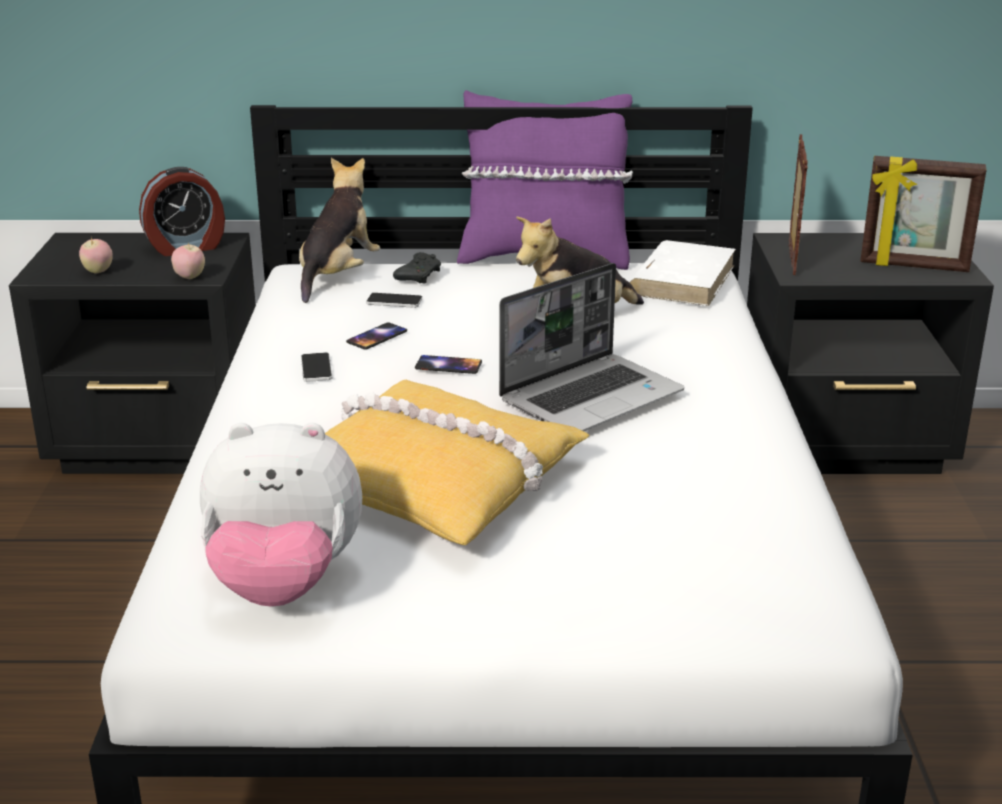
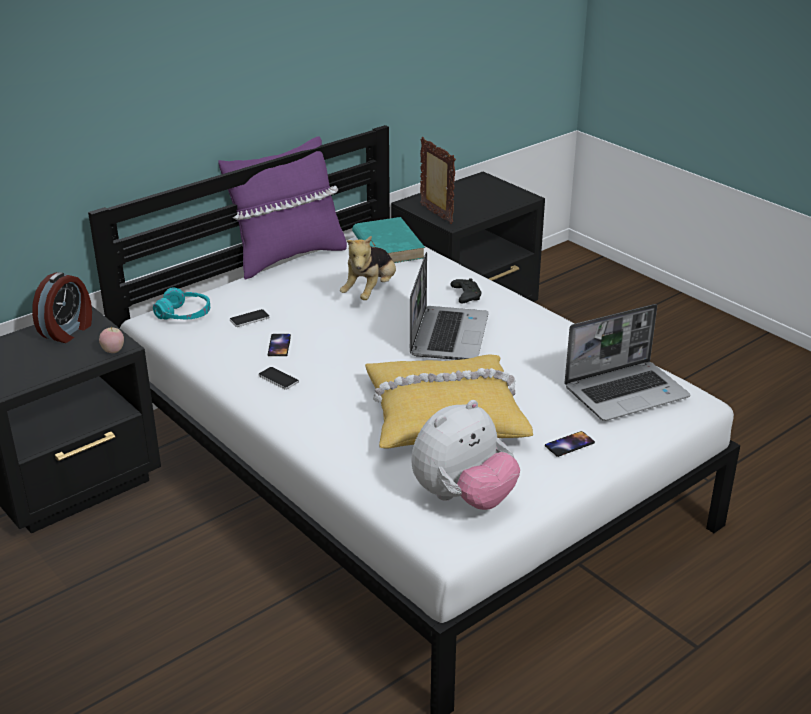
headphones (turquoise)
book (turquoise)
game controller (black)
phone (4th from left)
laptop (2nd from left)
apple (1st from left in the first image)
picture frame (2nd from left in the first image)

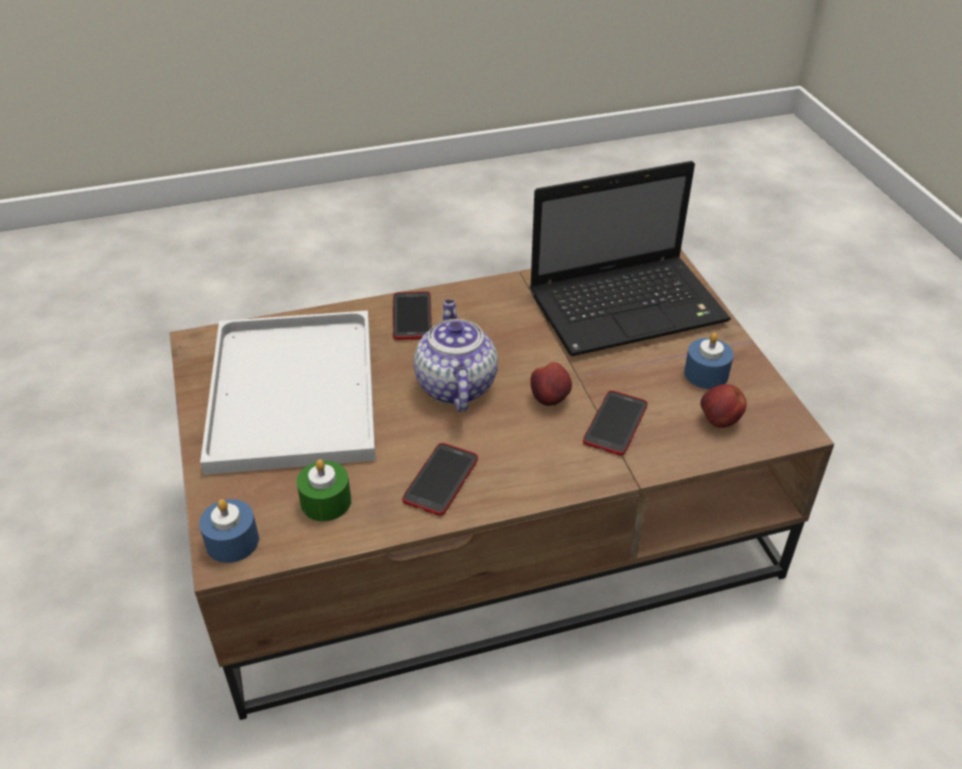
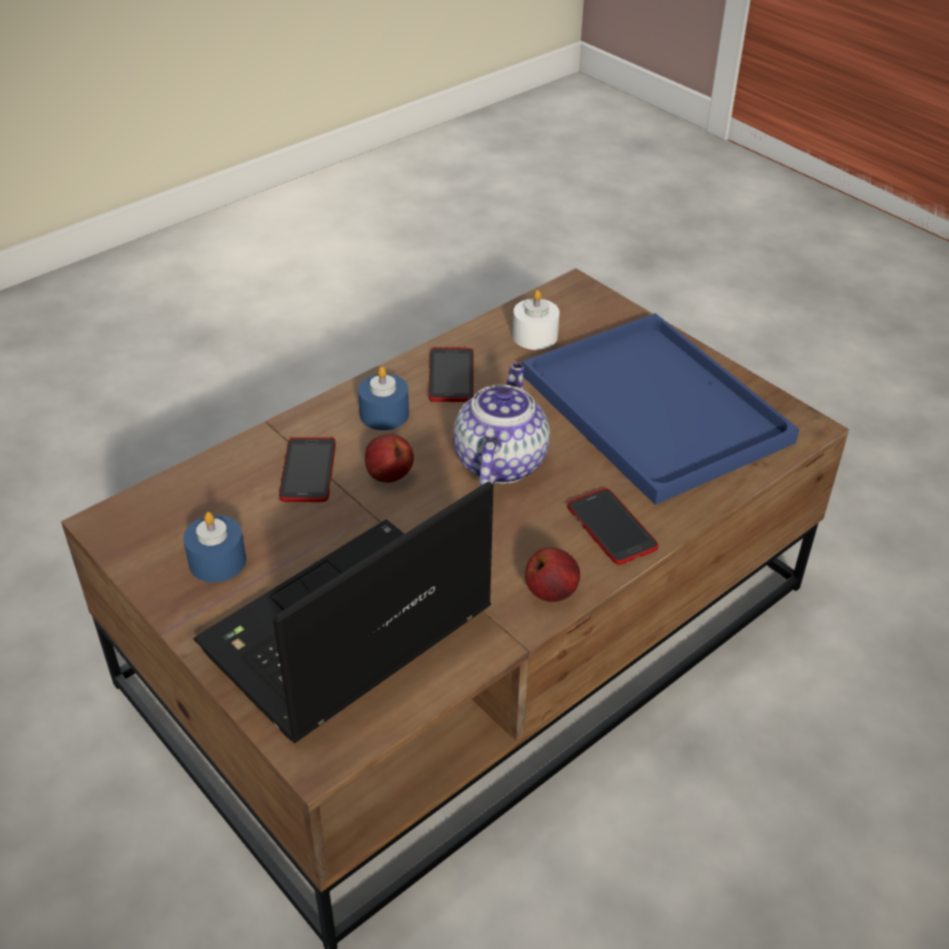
candle (blue) (2nd from left)
teapot
candle (white)
tray (blue)
apple (2nd from left)

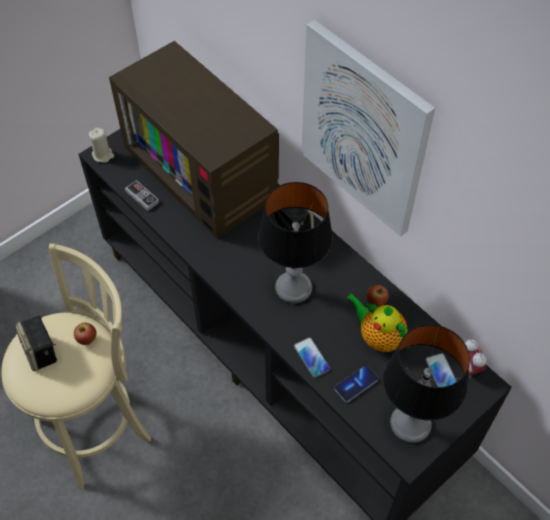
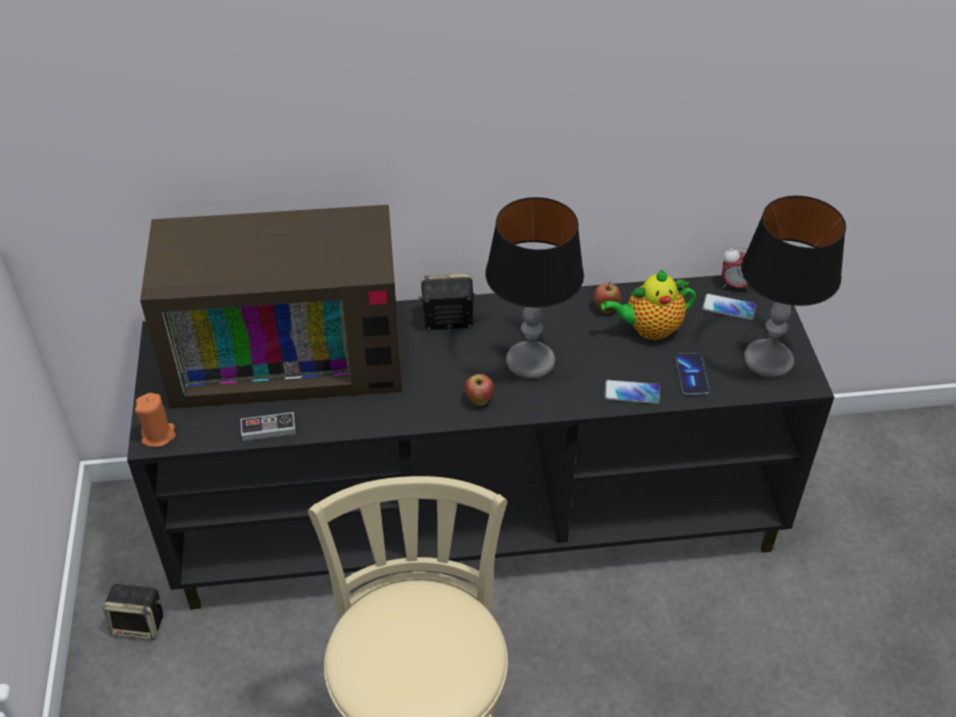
speaker (1st from left)
candle (orange)
apple (1st from left)
picture

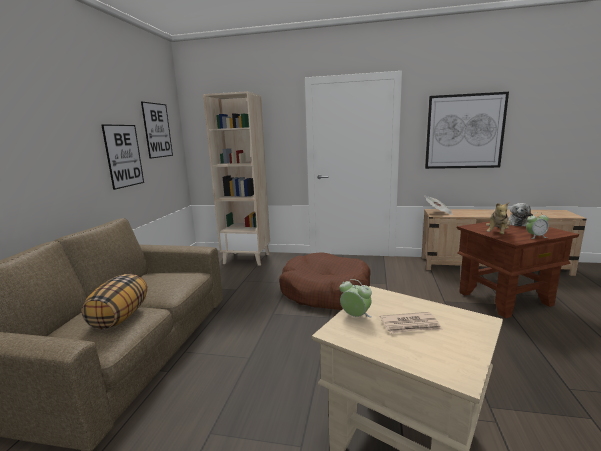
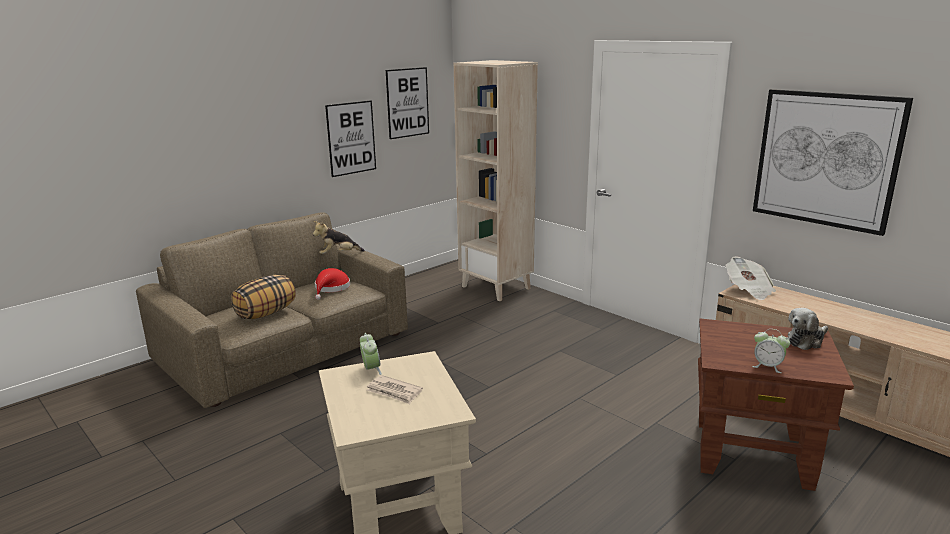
plush toy (1st from left)
hat (red)
dog bed (brown)

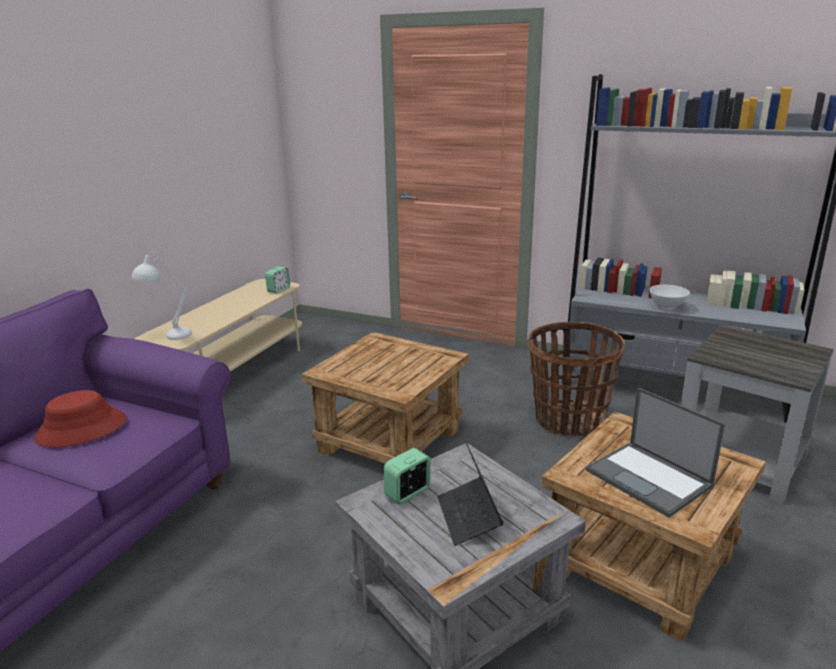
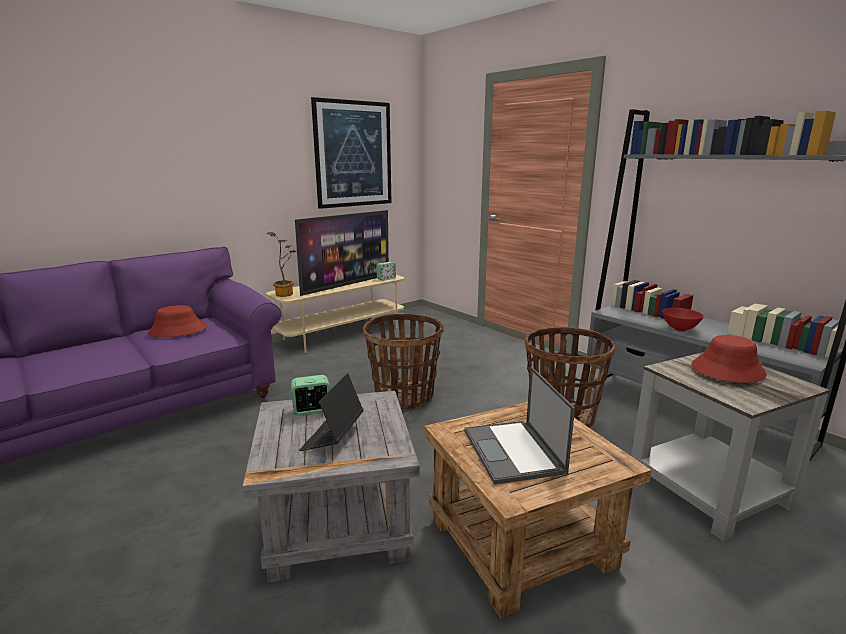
potted plant
television
picture
basket (1st from left)
bowl (red)
hat (red) (2nd from left)

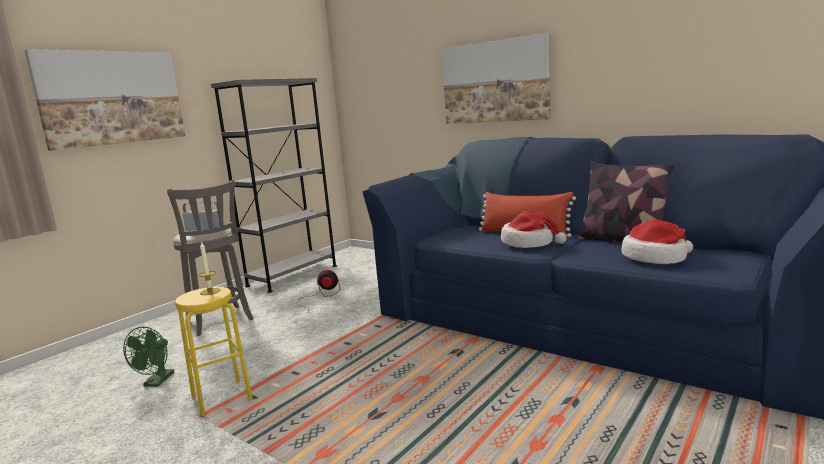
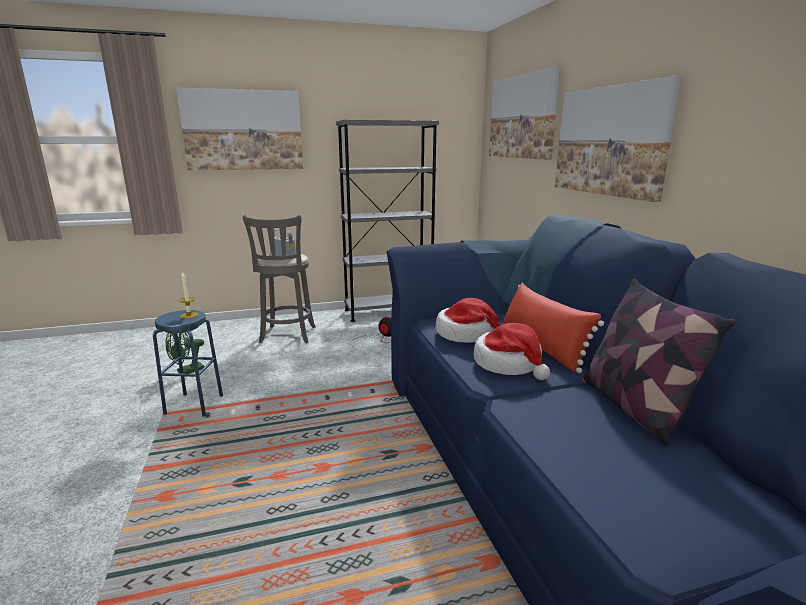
stool (blue)
hat (1st from left)
picture (2nd from left)

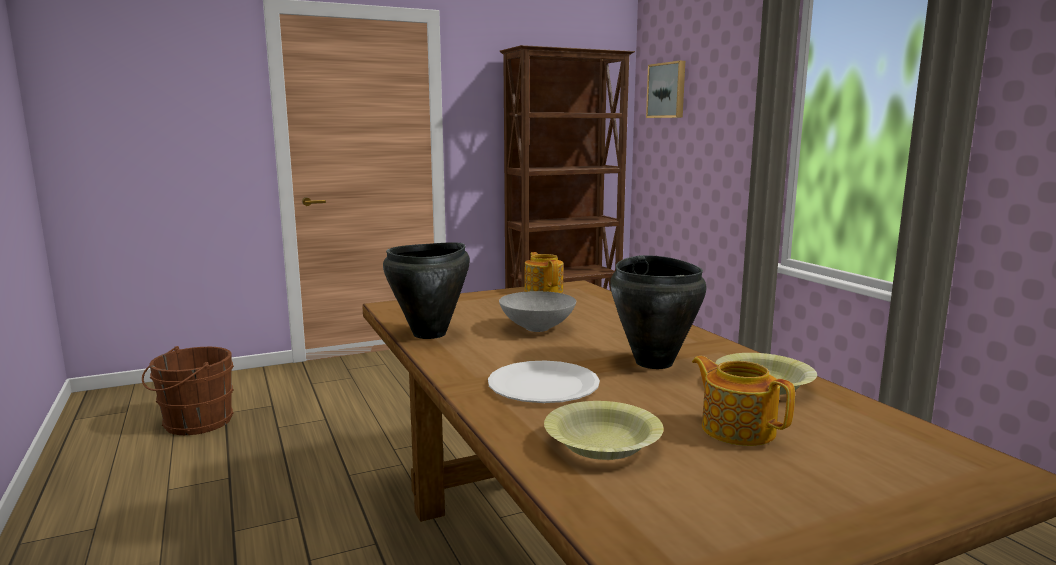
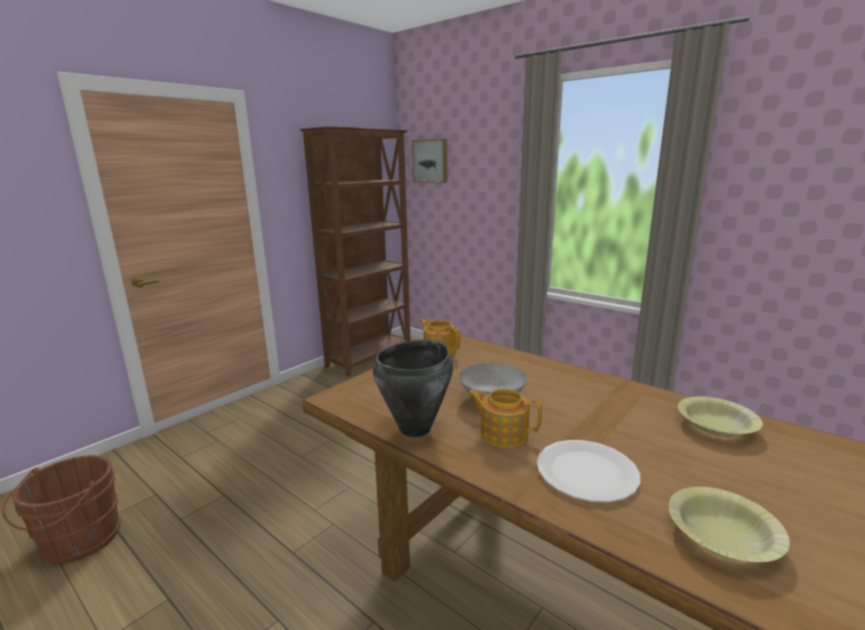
teapot (2nd from left)
cooking pot (black) (2nd from left in the first image)

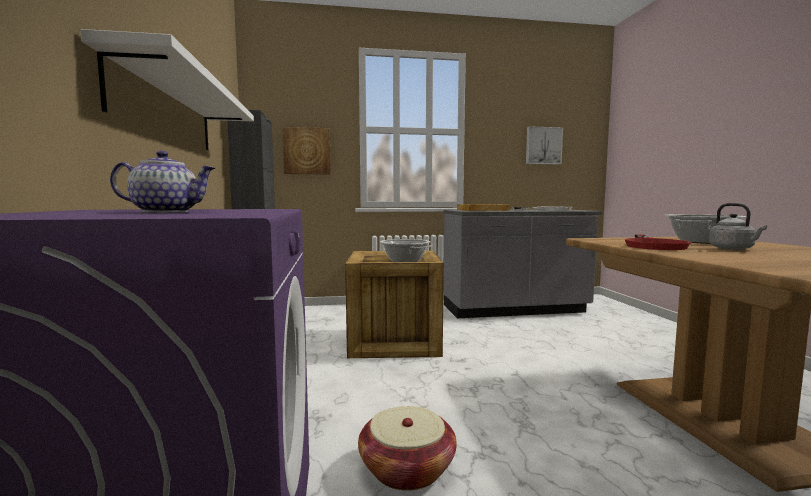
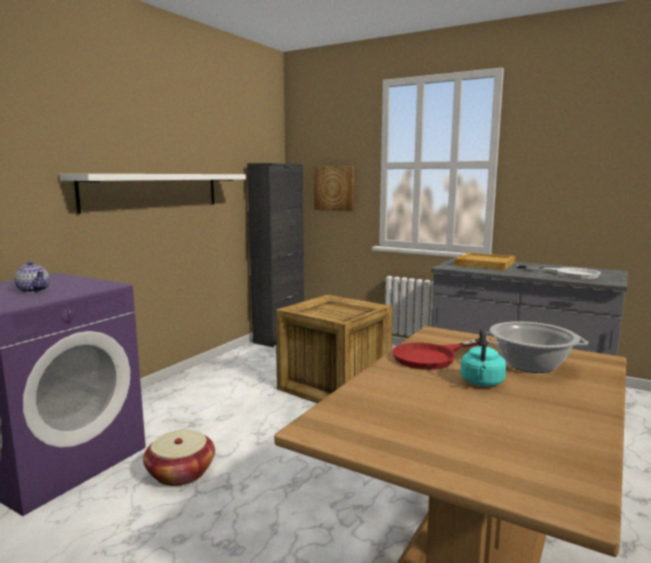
kettle (turquoise)
cooking pot (1st from left in the first image)
picture (2nd from left in the first image)

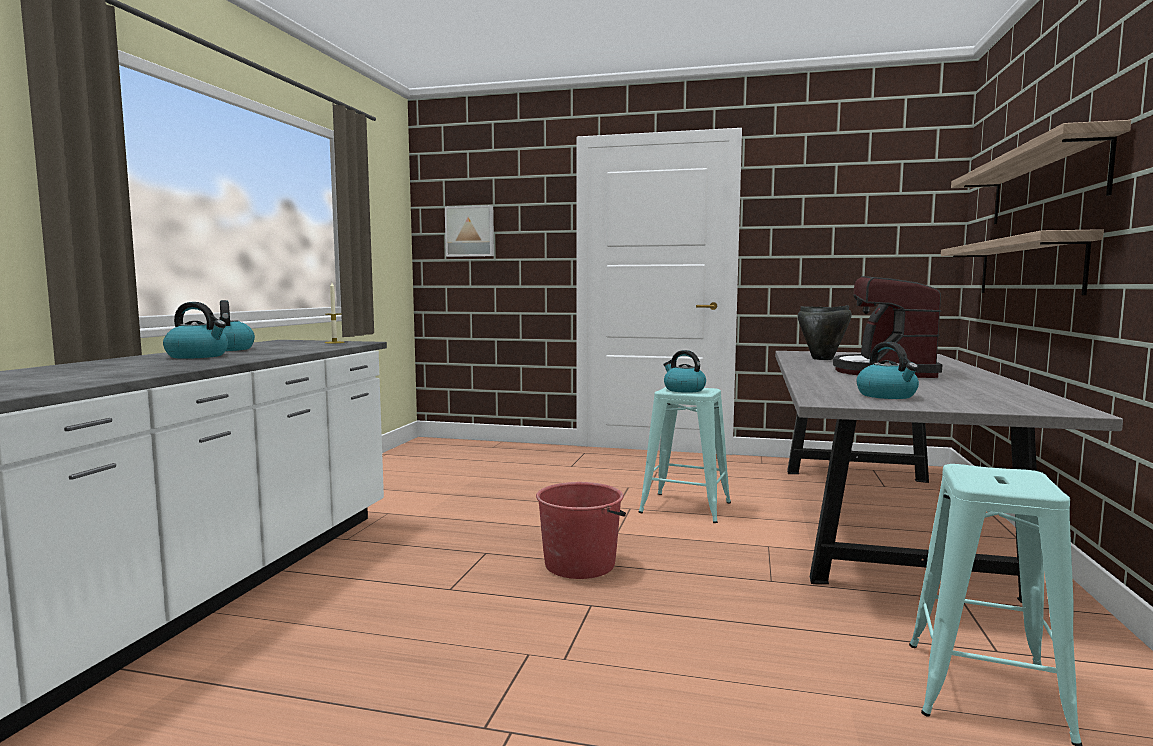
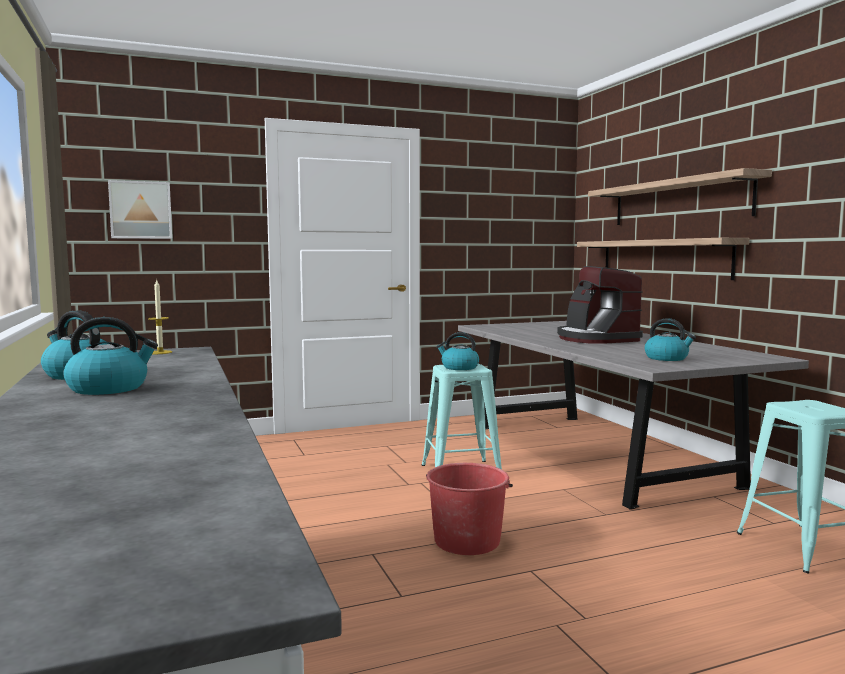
cooking pot (black)

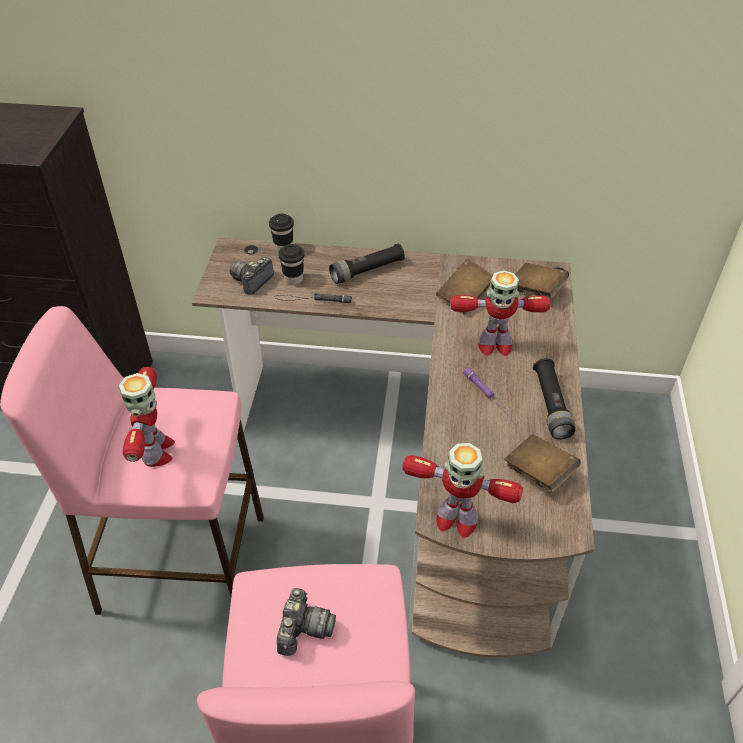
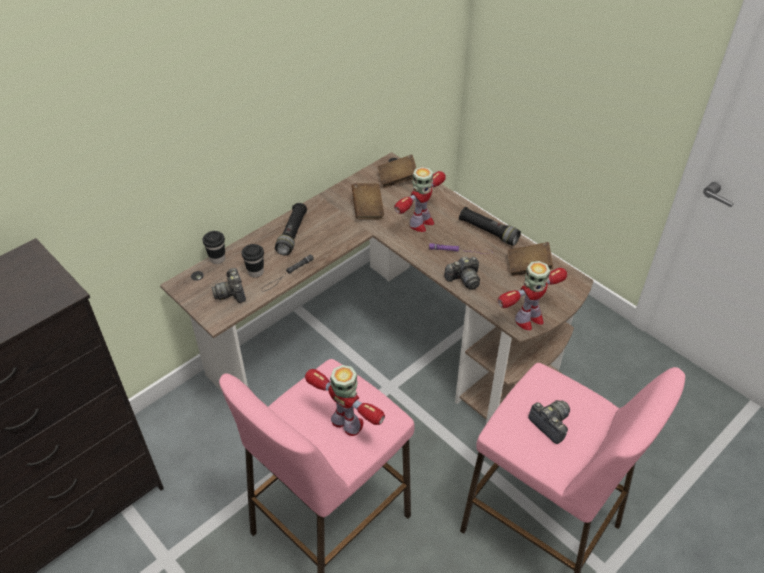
photo camera (2nd from left)

